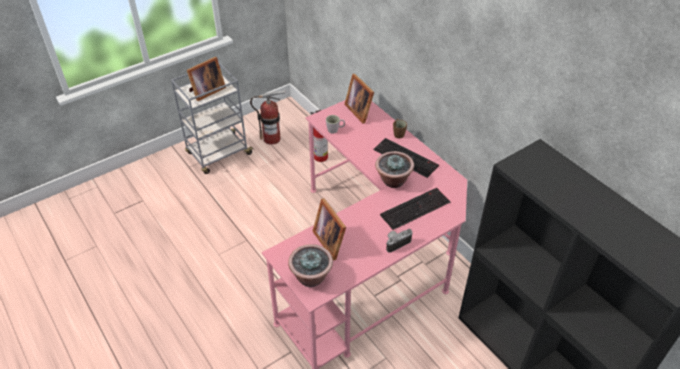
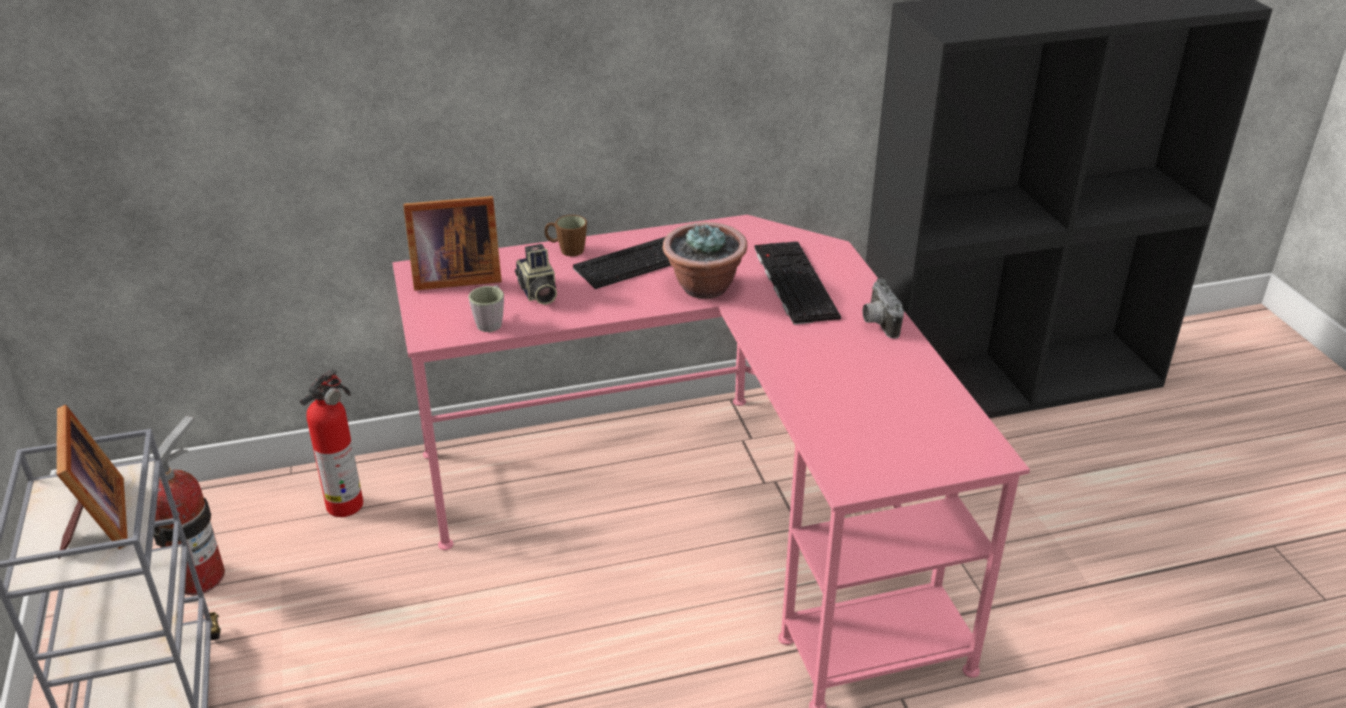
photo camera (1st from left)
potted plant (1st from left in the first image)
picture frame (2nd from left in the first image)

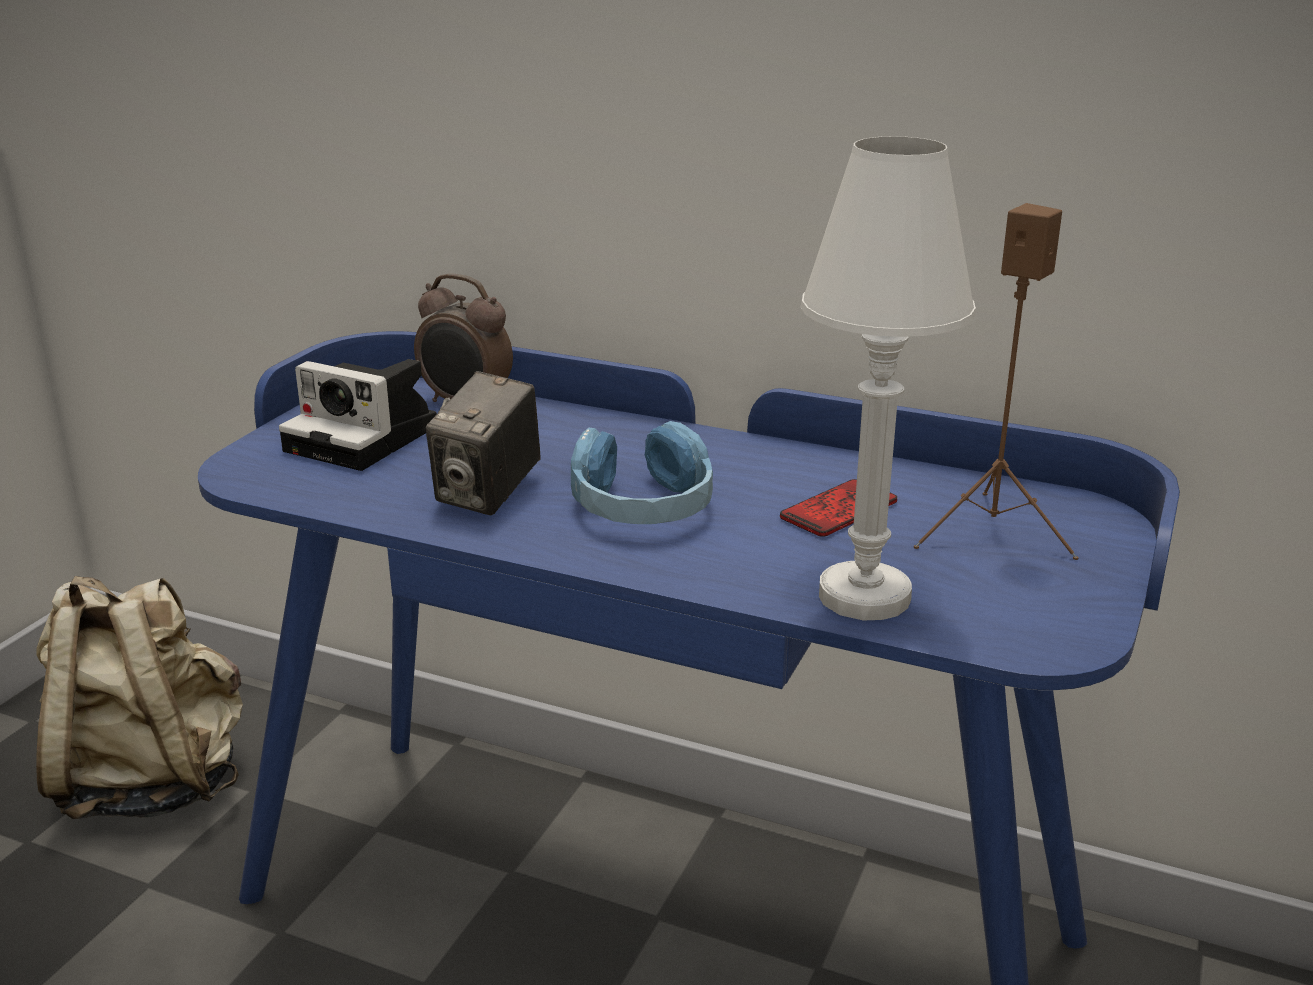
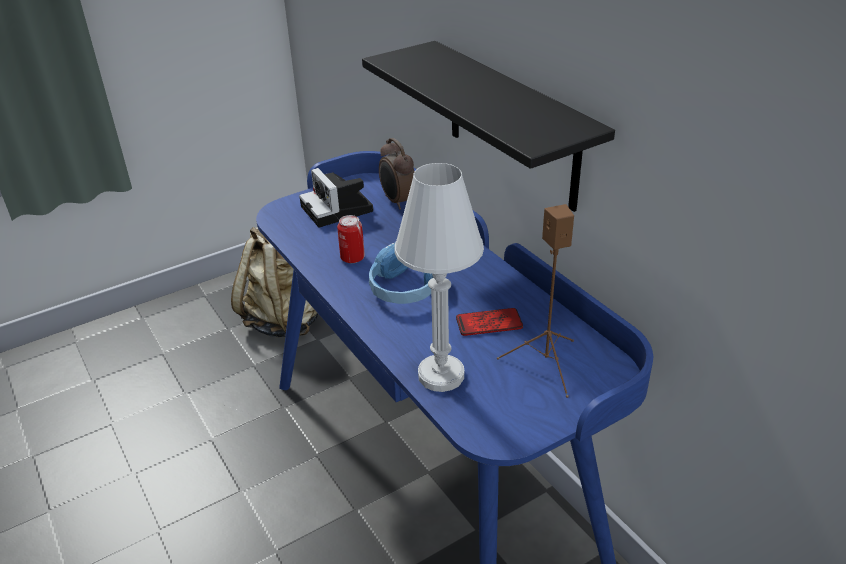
can
shelf (black)

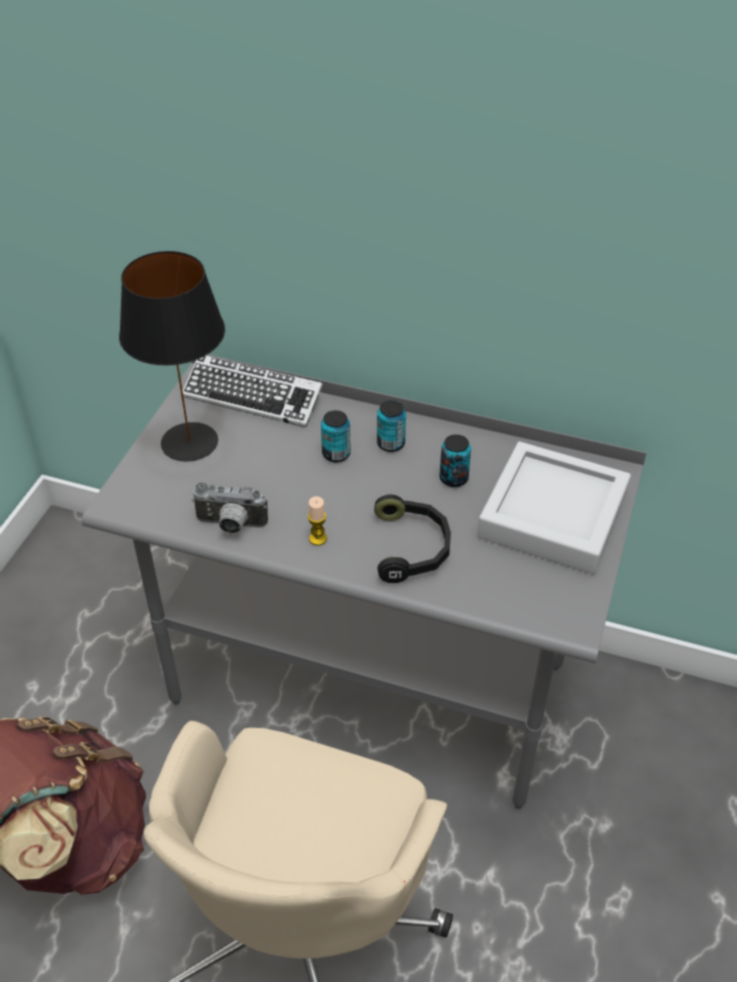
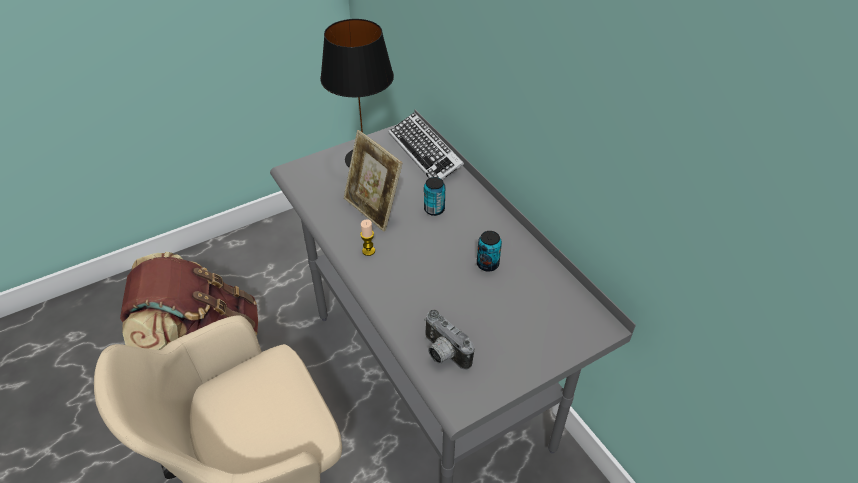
picture frame
photo camera
headphones (black)
can (2nd from left in the first image)
tray (grey)

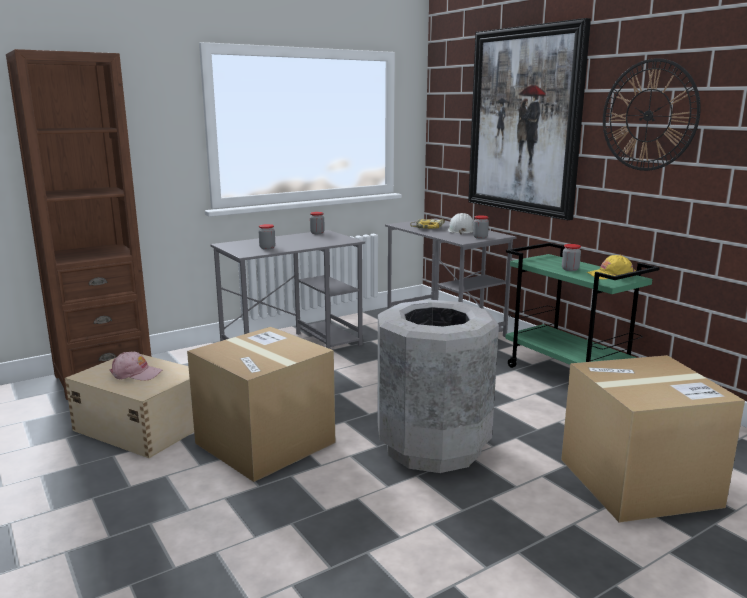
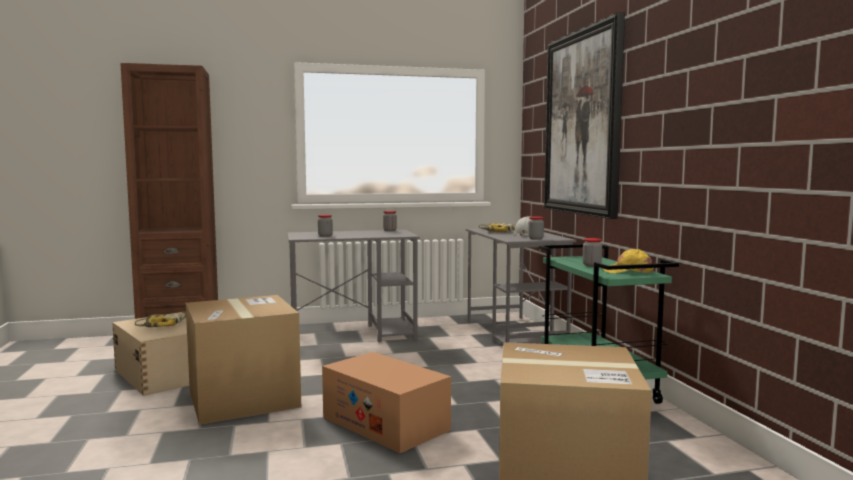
power drill (1st from left)
cardboard box (2nd from left)
wall clock

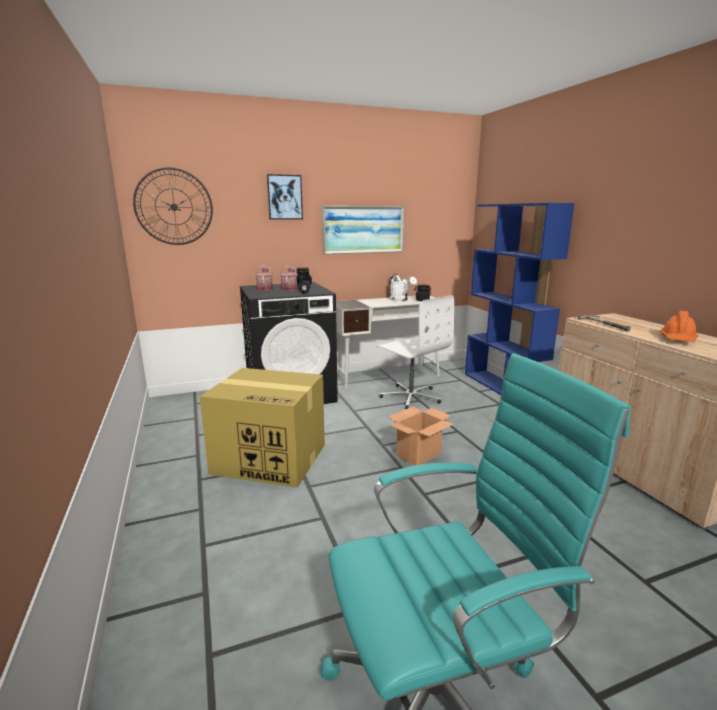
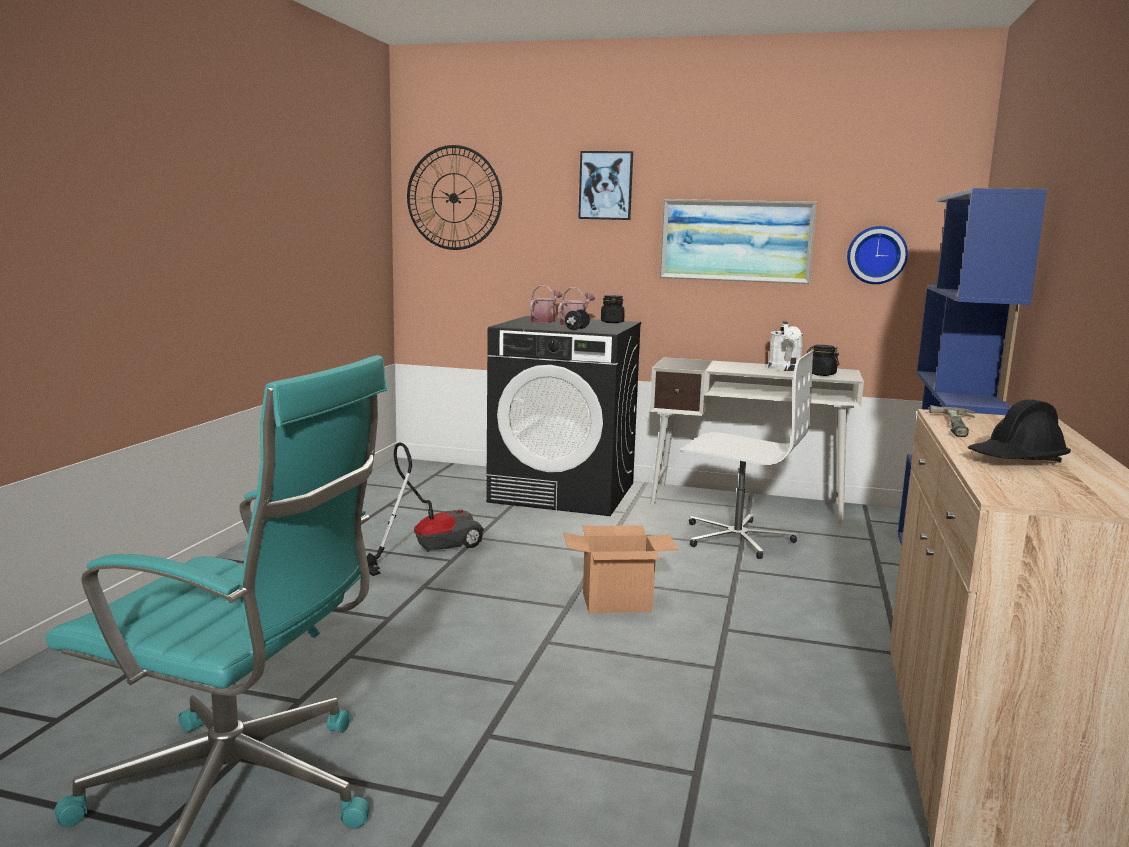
vacuum cleaner
office chair (white)
wall clock (2nd from left)
hard hat (black)

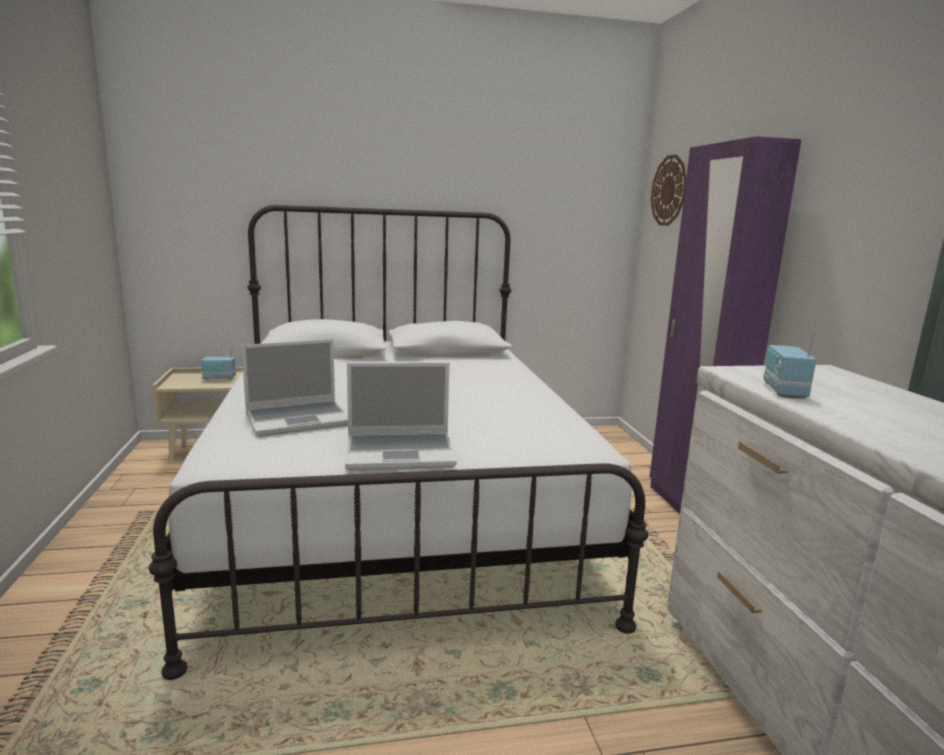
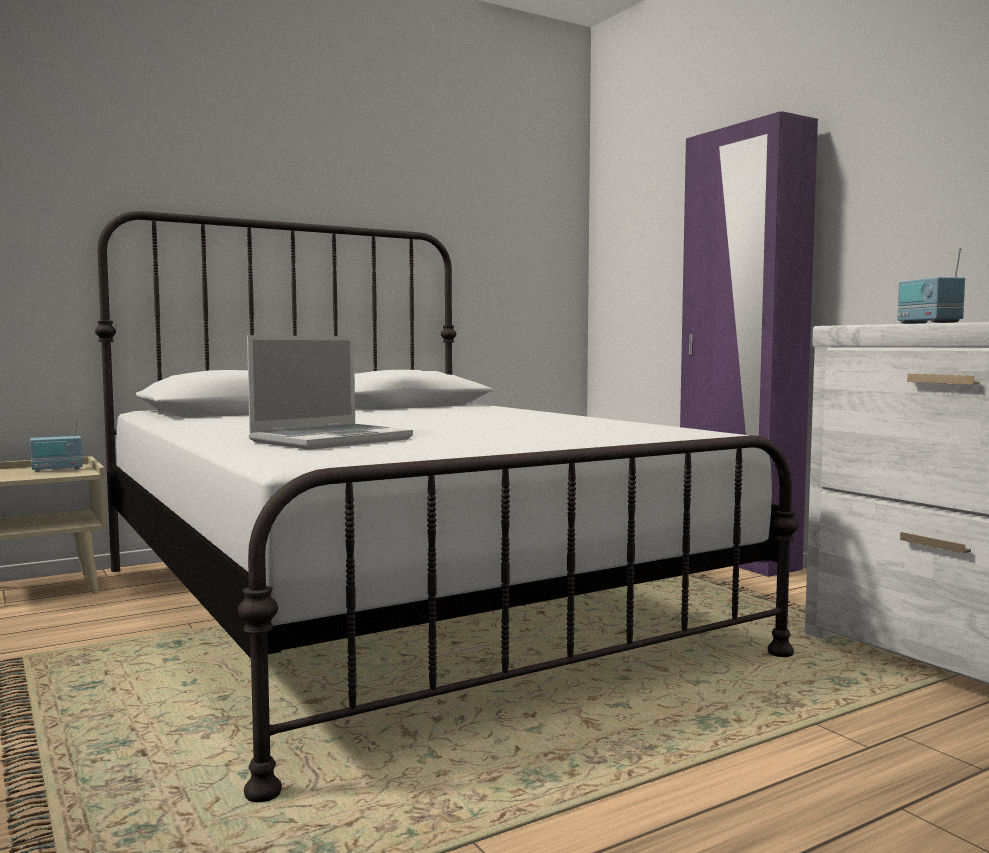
laptop (2nd from left in the first image)
wall clock

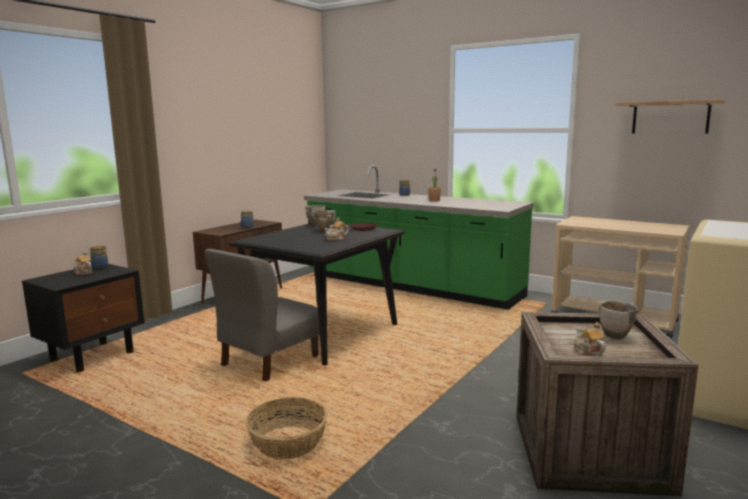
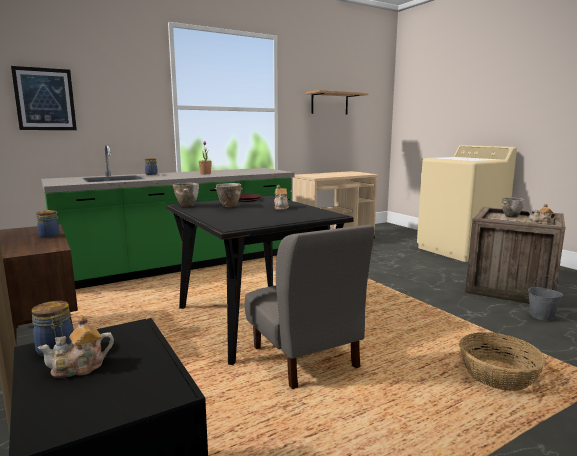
picture
bucket (grey)

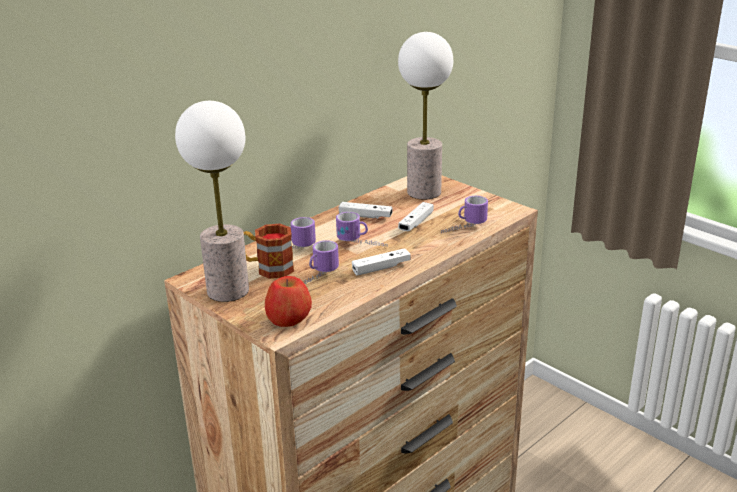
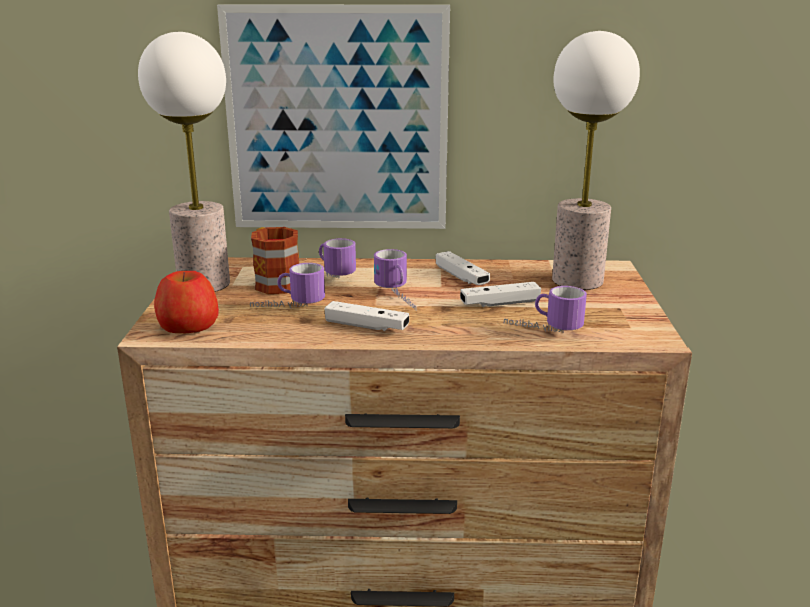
picture

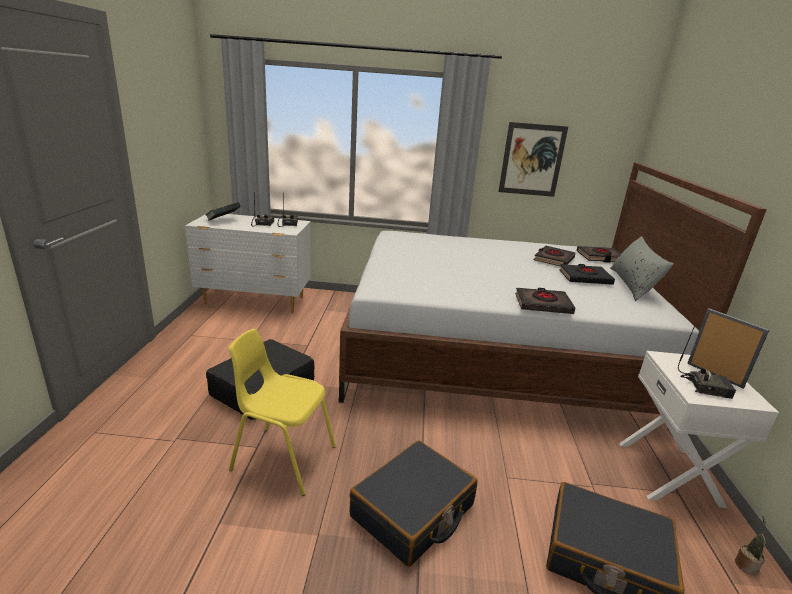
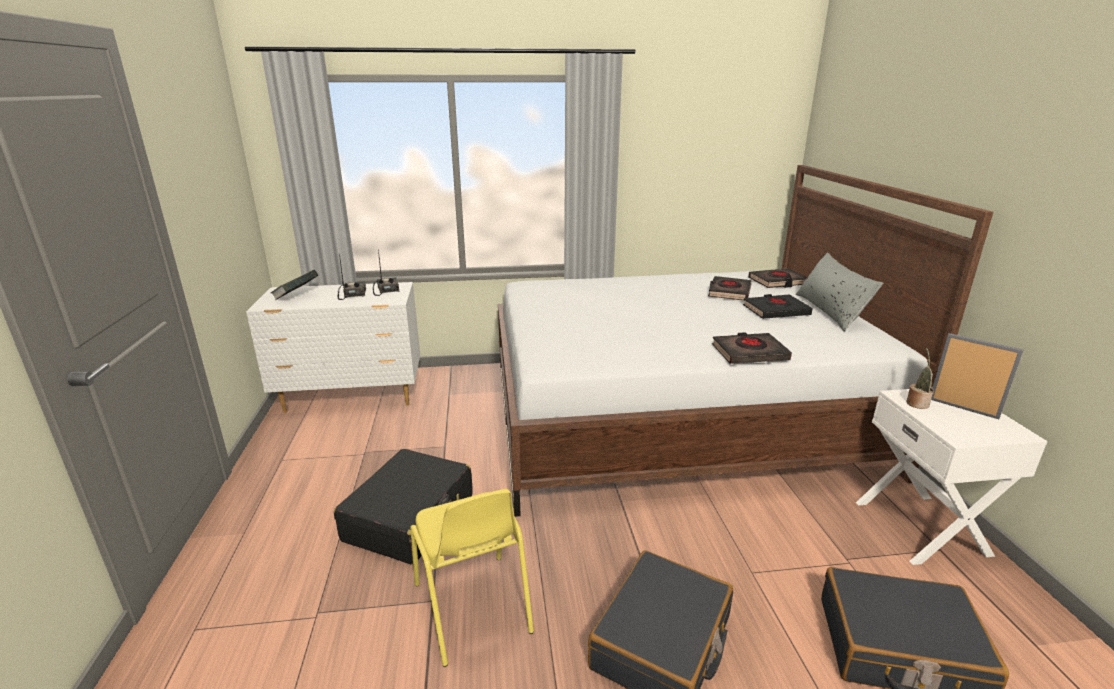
chair (yellow)
potted plant
picture
radio (3rd from left in the first image)

